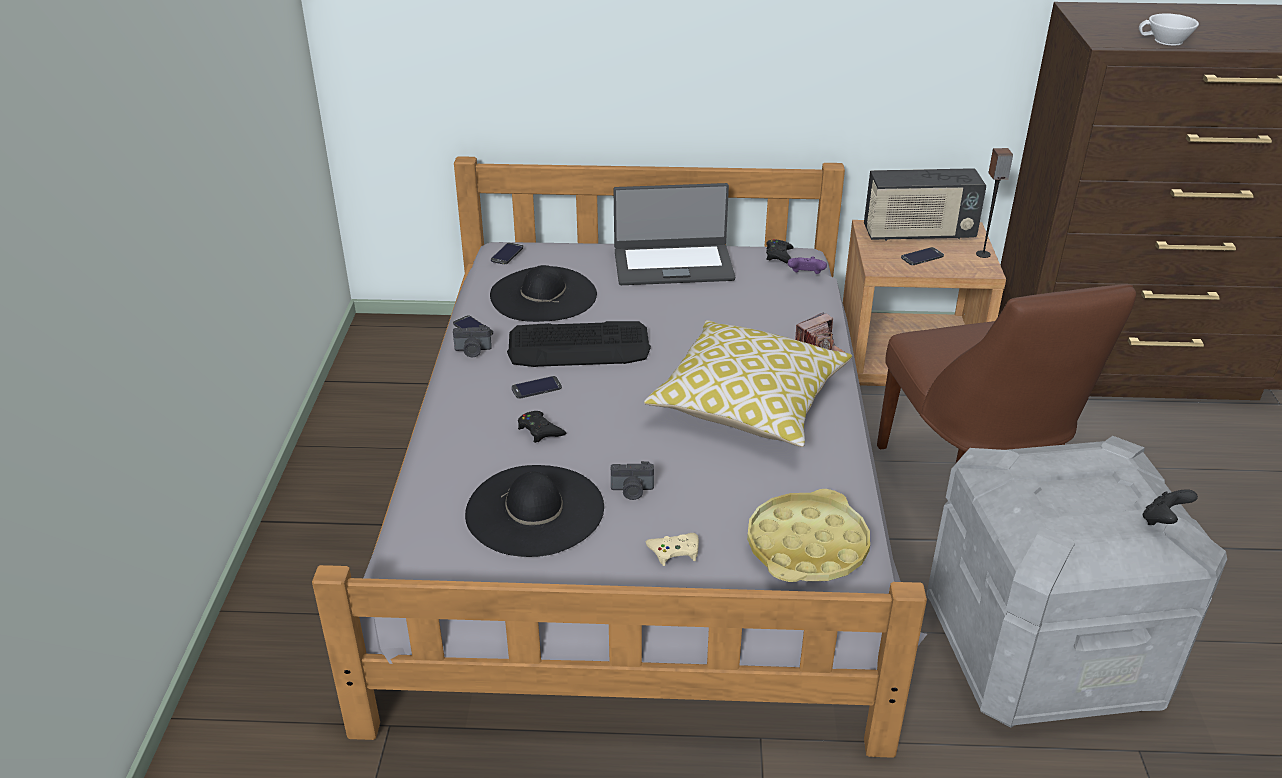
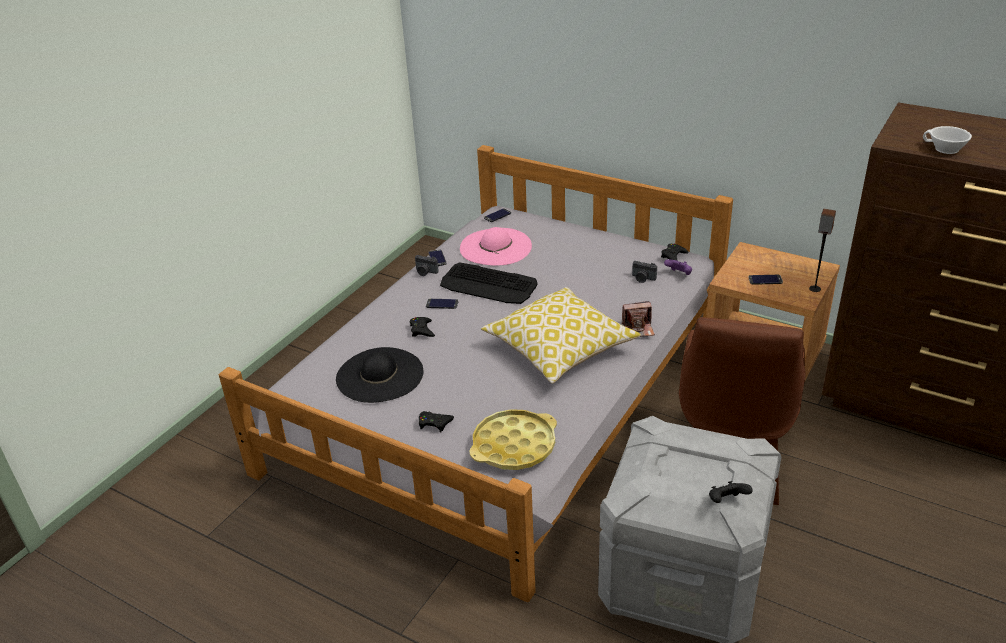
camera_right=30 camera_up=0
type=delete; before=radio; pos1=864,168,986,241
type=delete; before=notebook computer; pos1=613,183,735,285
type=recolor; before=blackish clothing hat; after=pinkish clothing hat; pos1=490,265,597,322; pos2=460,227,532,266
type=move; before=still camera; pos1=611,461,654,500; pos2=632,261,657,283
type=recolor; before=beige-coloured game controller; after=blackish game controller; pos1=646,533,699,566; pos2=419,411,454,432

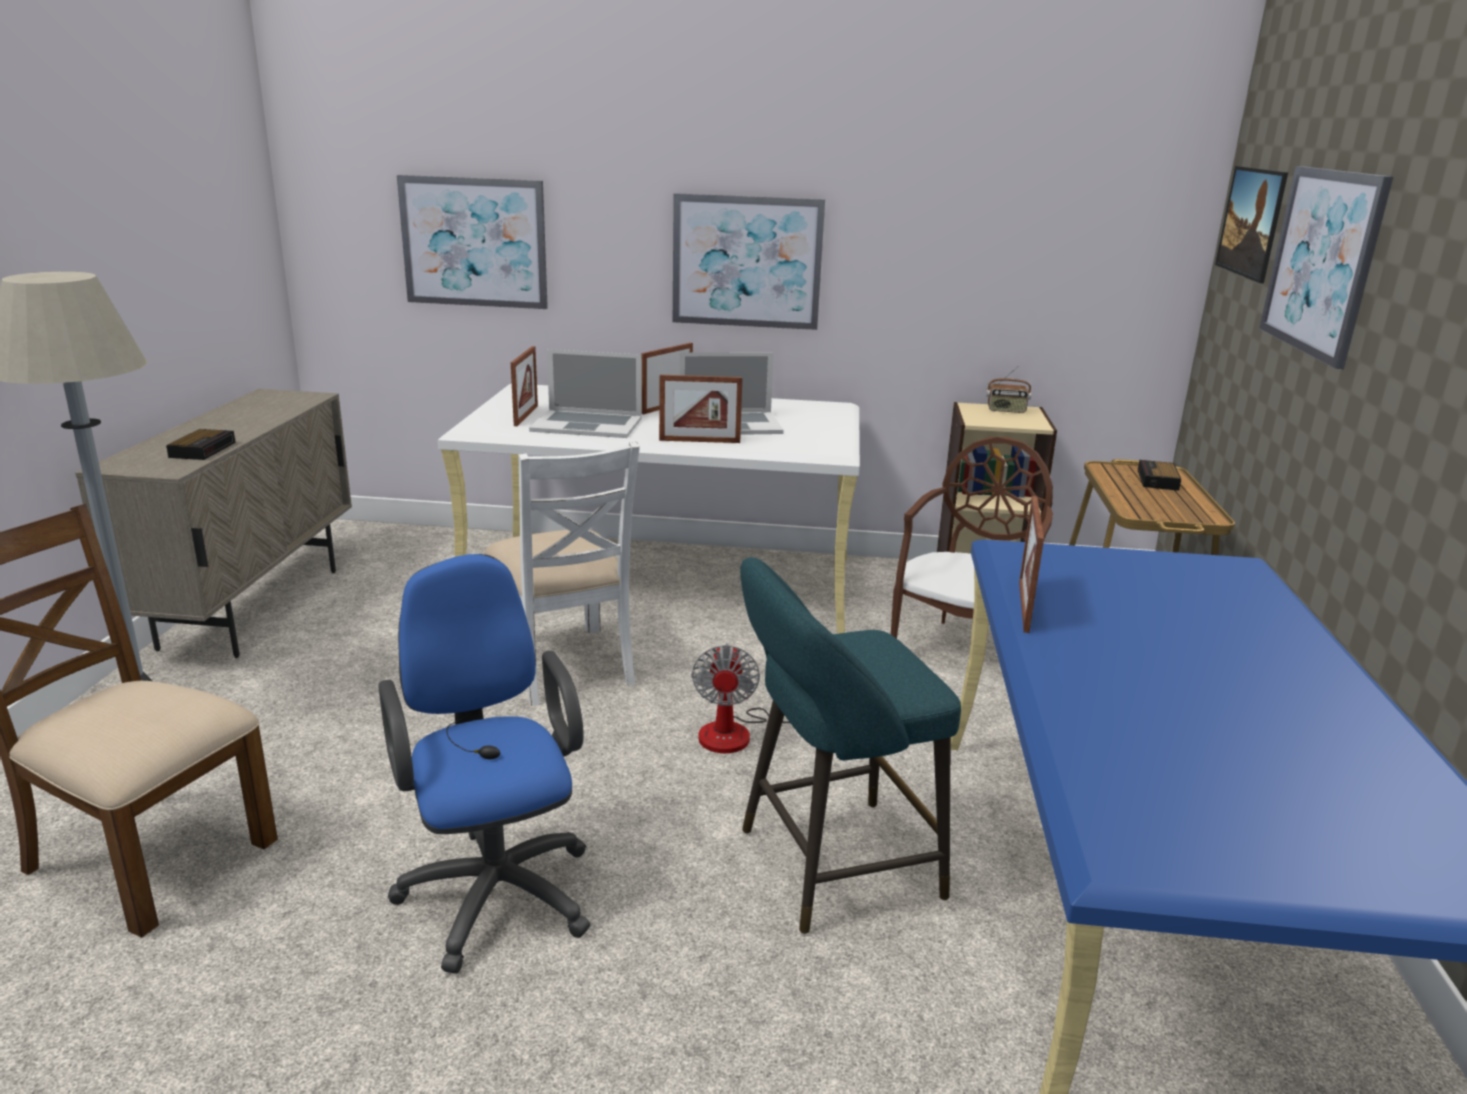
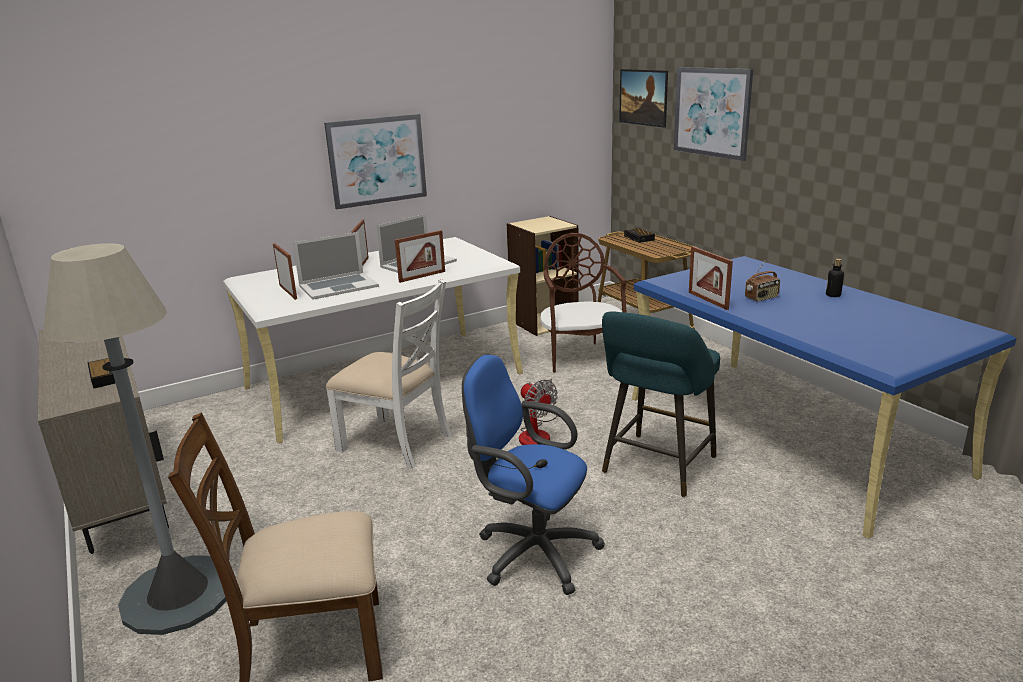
camera_right=-35 camera_up=0
type=delete; before=wall art; pos1=397,175,548,309
type=move; before=radio; pos1=986,366,1031,413; pos2=745,260,780,301
type=insert; after=beverage bottle; pos2=826,258,844,297

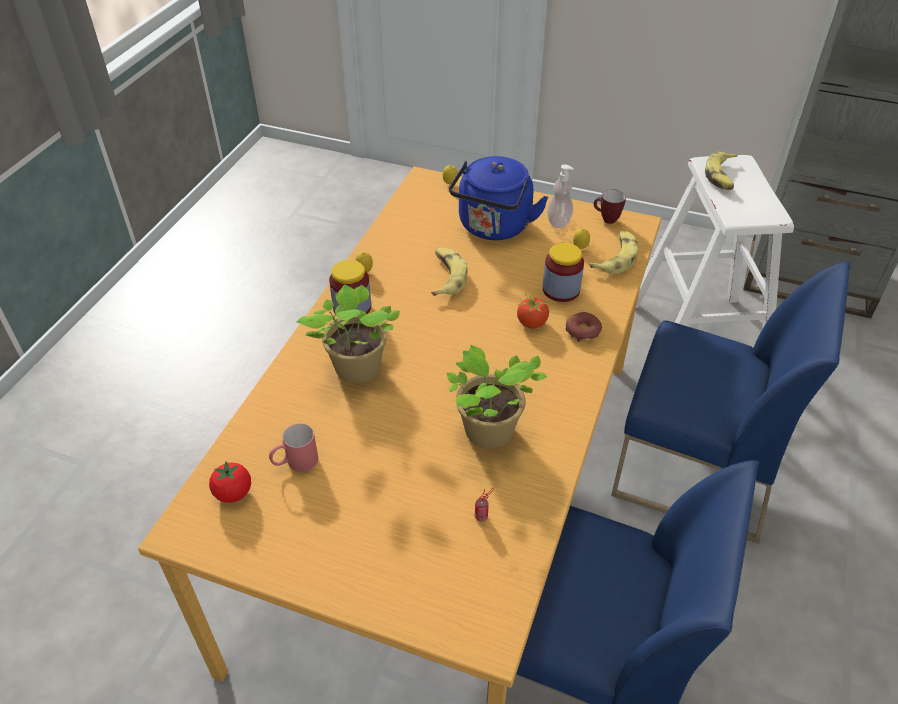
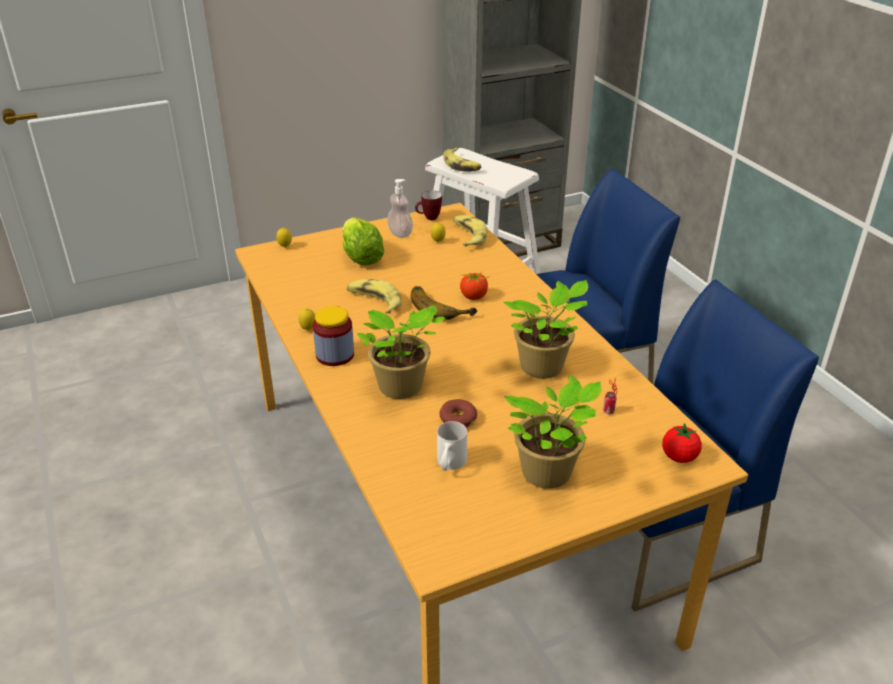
camera_right=-45 camera_up=-10
type=replace; before=blue kettle; after=lettuce head; pos1=449,156,549,240; pos2=342,218,384,266
type=delete; before=storage jar; pos1=543,243,584,302
type=move; before=donut; pos1=566,312,602,342; pos2=439,399,477,428
type=recolor; before=red tea mug; after=white tea mug; pos1=269,423,318,472; pos2=437,421,467,471
type=move; before=tomato; pos1=209,461,251,503; pos2=662,423,702,463
type=insert; after=banana fruit; pos2=411,286,477,320
type=insert; after=plant in a pot; pos2=504,375,602,489

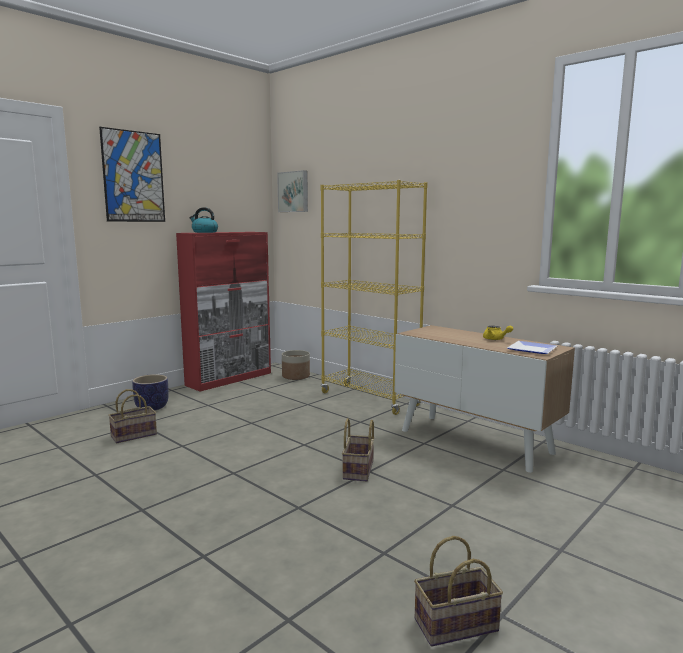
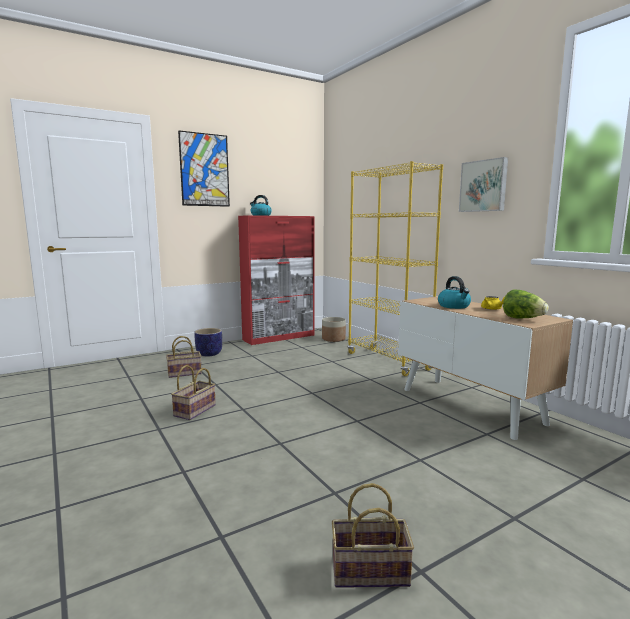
camera_right=15 camera_up=0
type=move; before=wall art; pos1=277,170,308,212; pos2=459,157,508,212
type=replace; before=plate; after=lettuce head; pos1=507,341,557,354; pos2=503,290,549,319
type=move; before=basket; pos1=342,418,374,481; pos2=171,365,216,420
type=insert; after=kettle; pos2=438,276,471,309

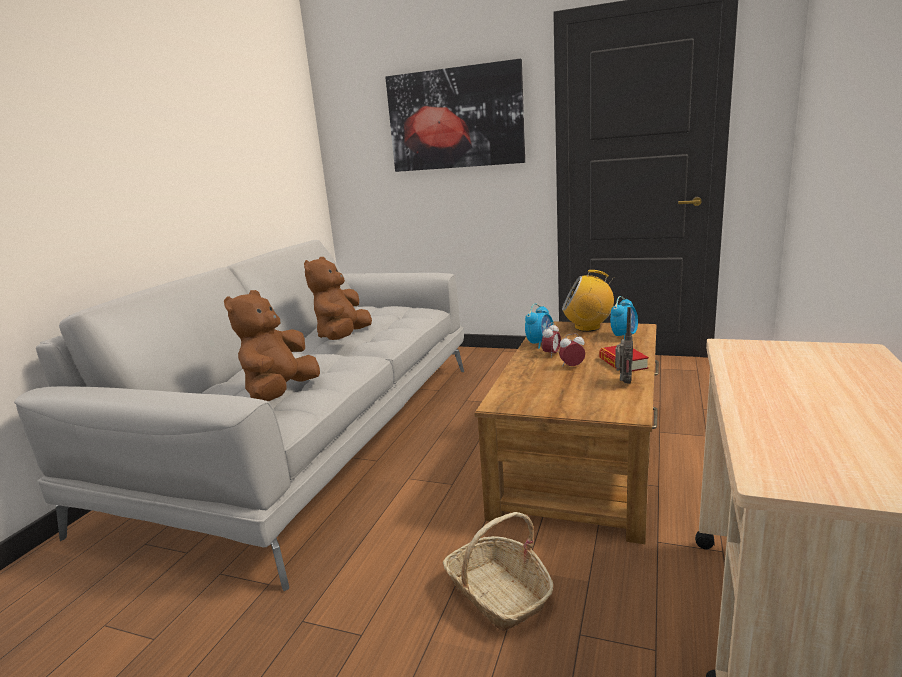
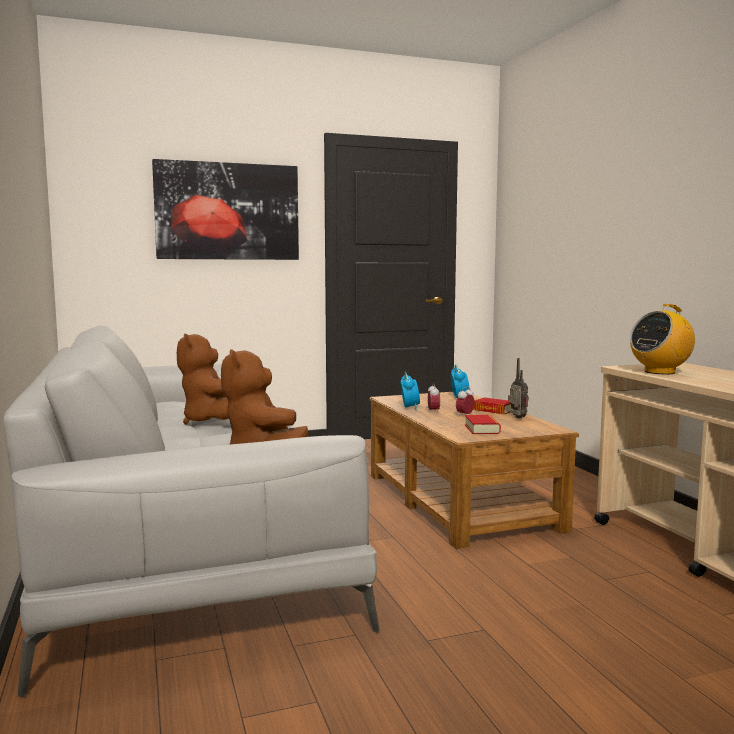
camera_right=-40 camera_up=-10
type=move; before=radio; pos1=562,270,614,332; pos2=630,304,695,375
type=delete; before=basket; pos1=443,512,553,631
type=insert; after=volume; pos2=465,415,501,434

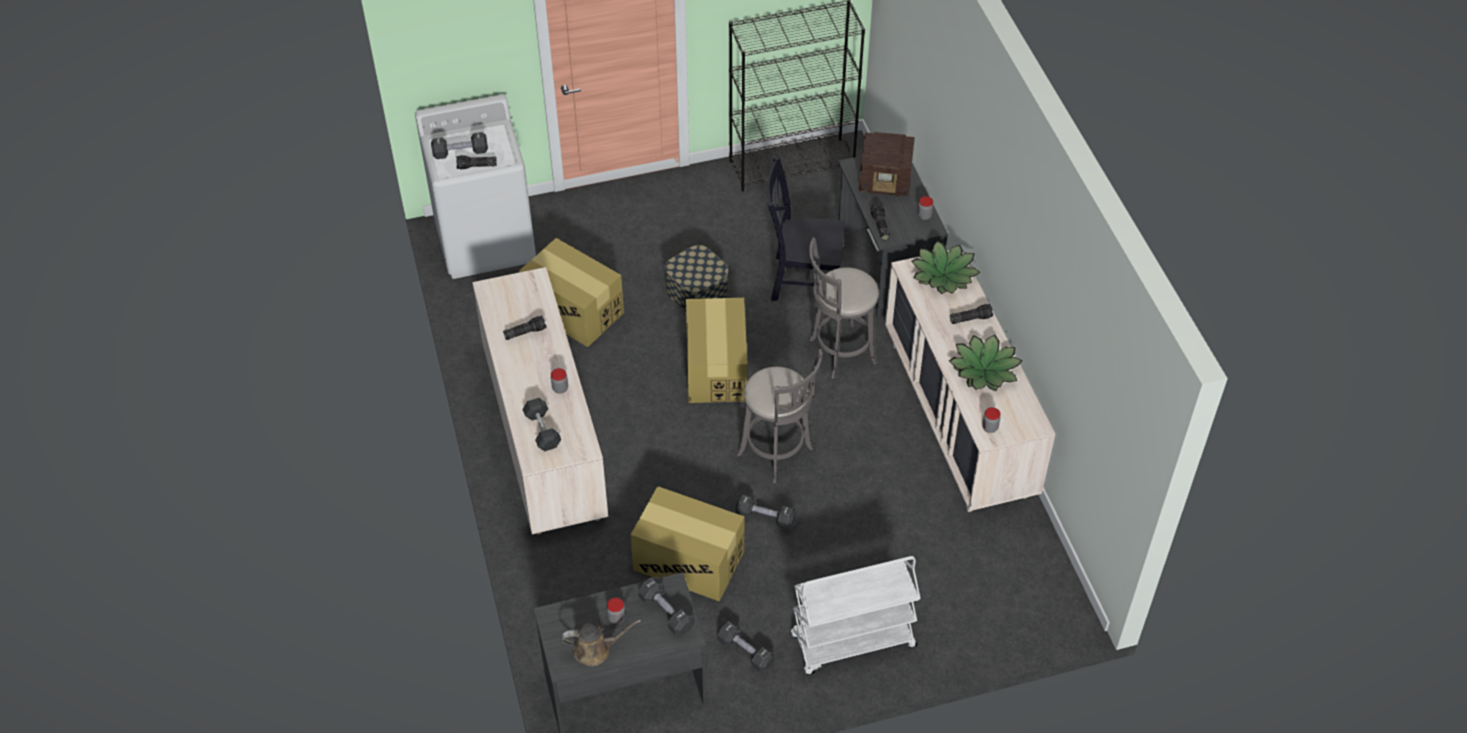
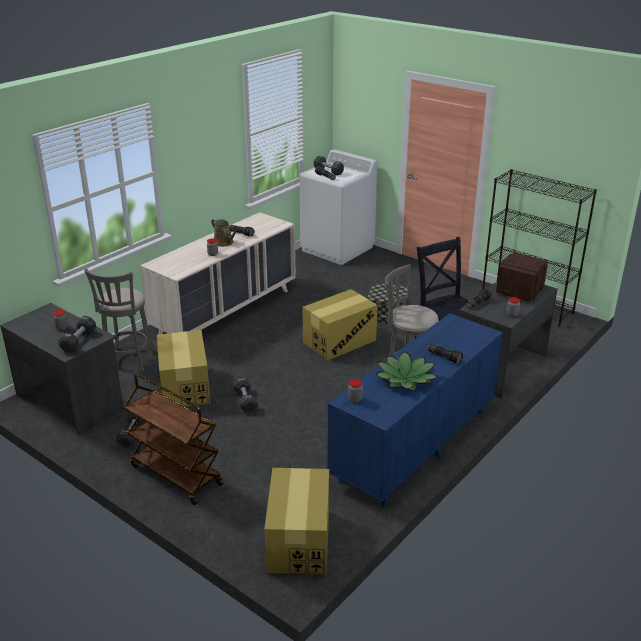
camera_right=55 camera_up=-20
type=rotate; before=radio; pos1=859,132,915,196; pos2=496,252,548,302; turn=60
type=move; before=packing box; pos1=519,238,624,347; pos2=264,468,329,575
type=delete; before=plant in a pot; pos1=911,240,981,294
type=recolor; before=beige-coloured drawer chest; after=blue drawer chest; pos1=885,250,1055,512; pos2=327,313,503,508
type=move; before=grey stool; pos1=736,349,823,483; pos2=84,269,155,371
type=delete; before=grey hand weight; pos1=522,398,561,451
type=recolor; before=white cart; after=brown-coloured cart; pos1=791,556,921,675; pos2=123,373,223,505
type=move; before=brown-coloured sprinkling can; pos1=562,619,641,666; pos2=211,218,240,247

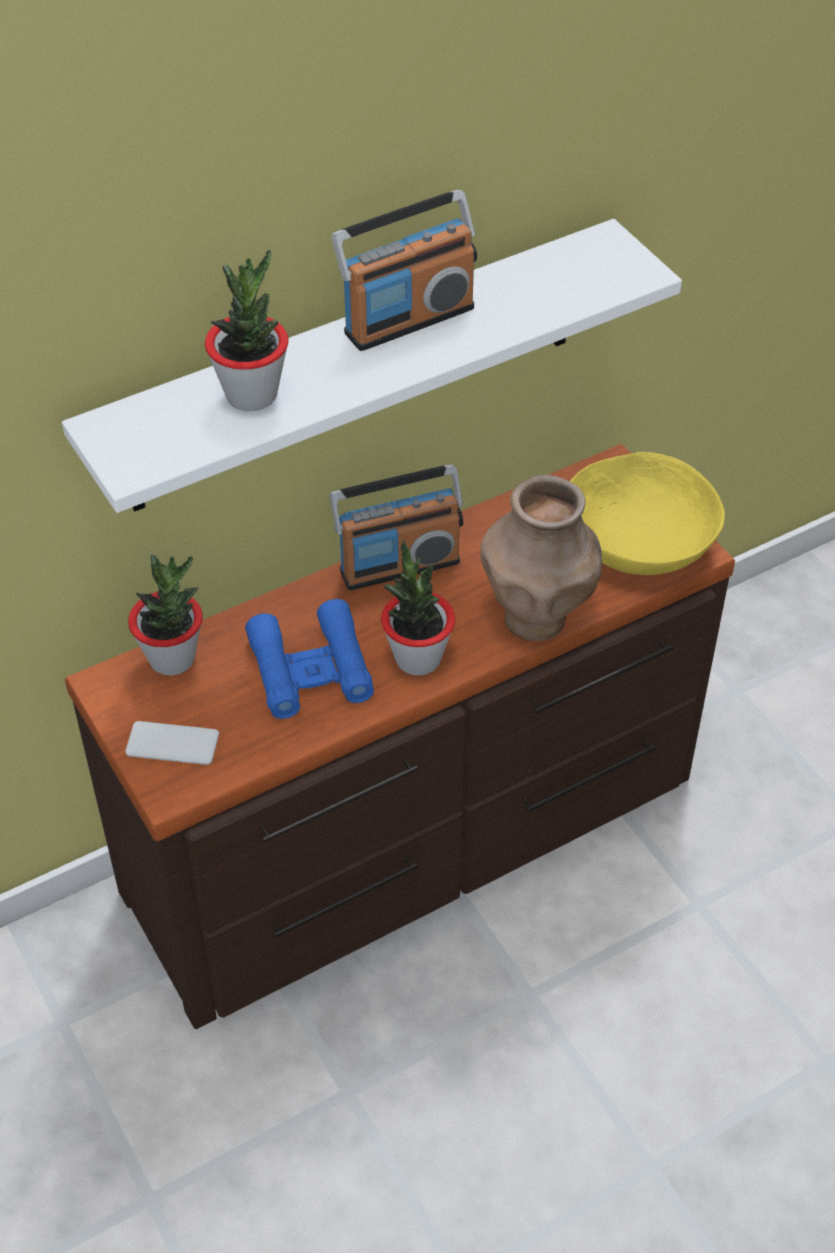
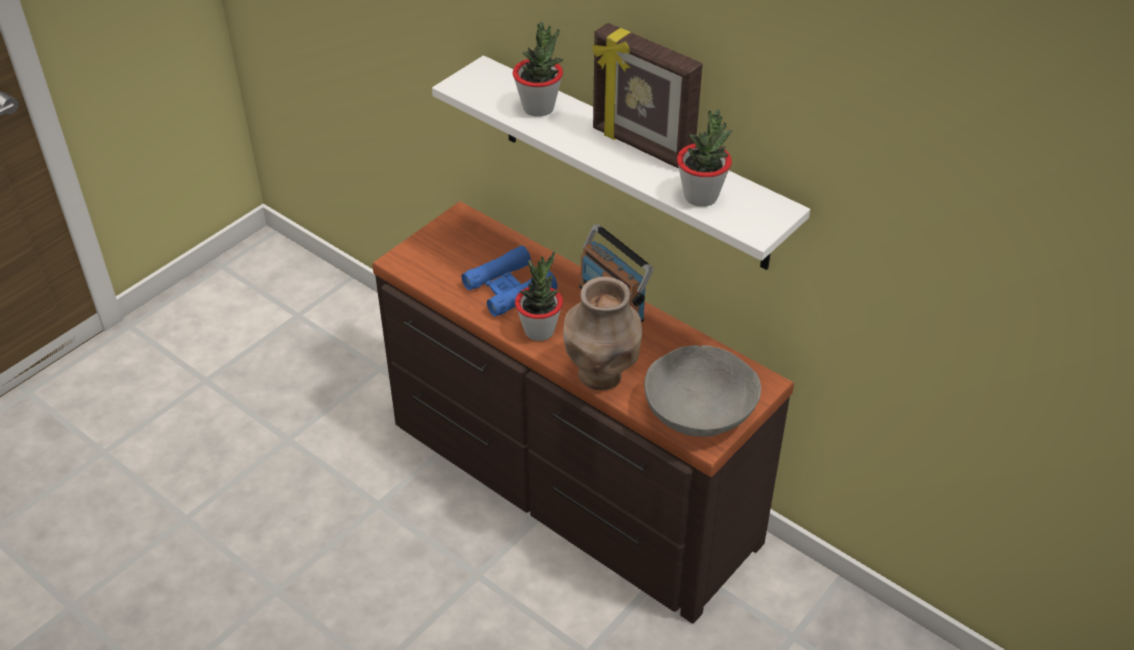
camera_right=70 camera_up=-5
type=replace; before=radio; after=picture frame; pos1=332,190,477,351; pos2=592,23,703,169
type=recolor; before=yellow-coloured serving bowl; after=grey serving bowl; pos1=570,452,725,575; pos2=644,345,761,437
type=move; before=plant in a pot; pos1=128,554,203,676; pos2=677,109,733,207
type=delete; before=telephone; pos1=125,721,219,765

